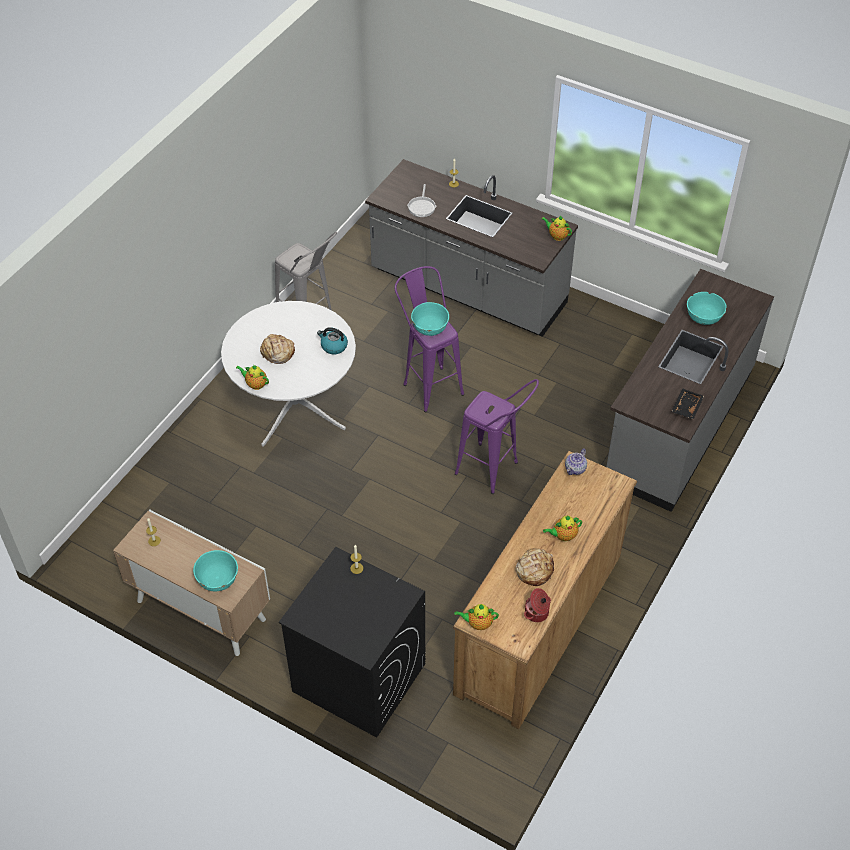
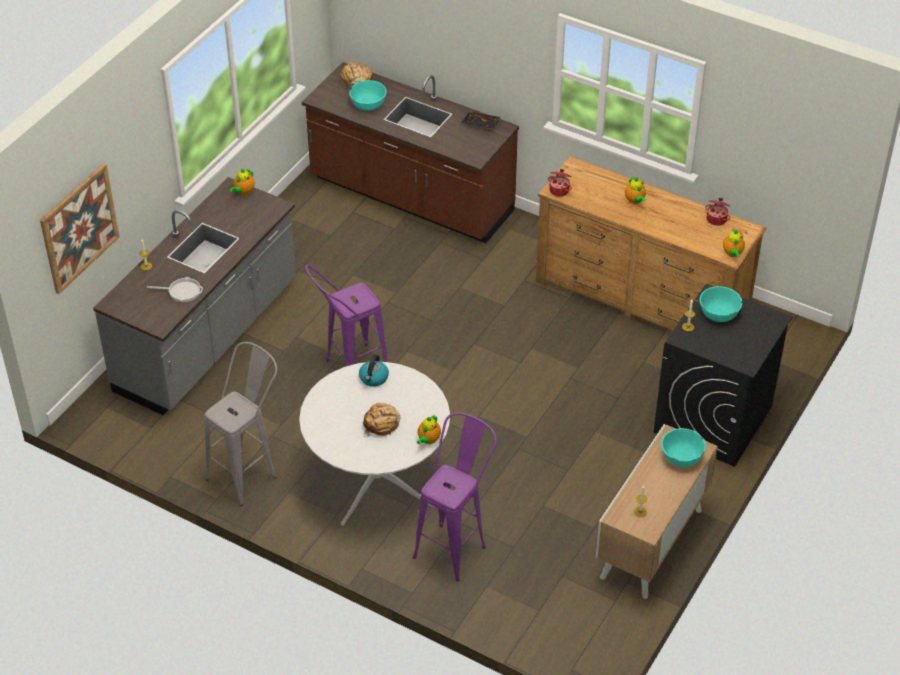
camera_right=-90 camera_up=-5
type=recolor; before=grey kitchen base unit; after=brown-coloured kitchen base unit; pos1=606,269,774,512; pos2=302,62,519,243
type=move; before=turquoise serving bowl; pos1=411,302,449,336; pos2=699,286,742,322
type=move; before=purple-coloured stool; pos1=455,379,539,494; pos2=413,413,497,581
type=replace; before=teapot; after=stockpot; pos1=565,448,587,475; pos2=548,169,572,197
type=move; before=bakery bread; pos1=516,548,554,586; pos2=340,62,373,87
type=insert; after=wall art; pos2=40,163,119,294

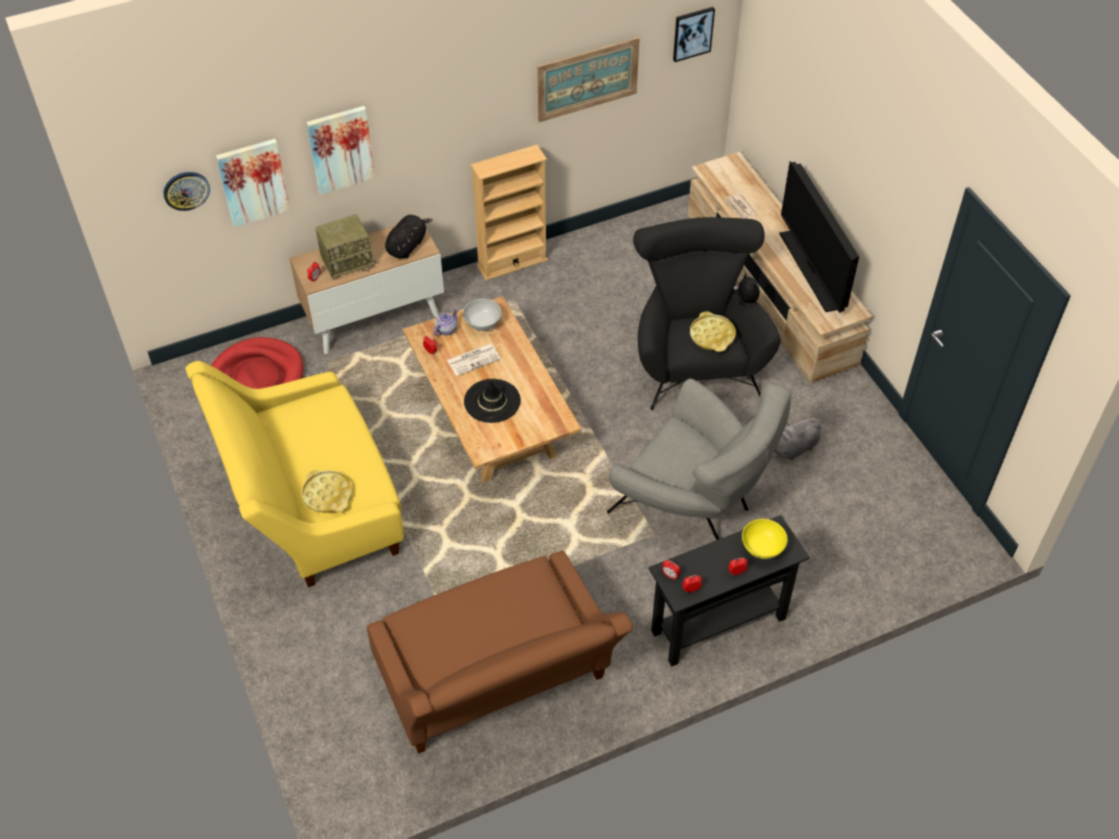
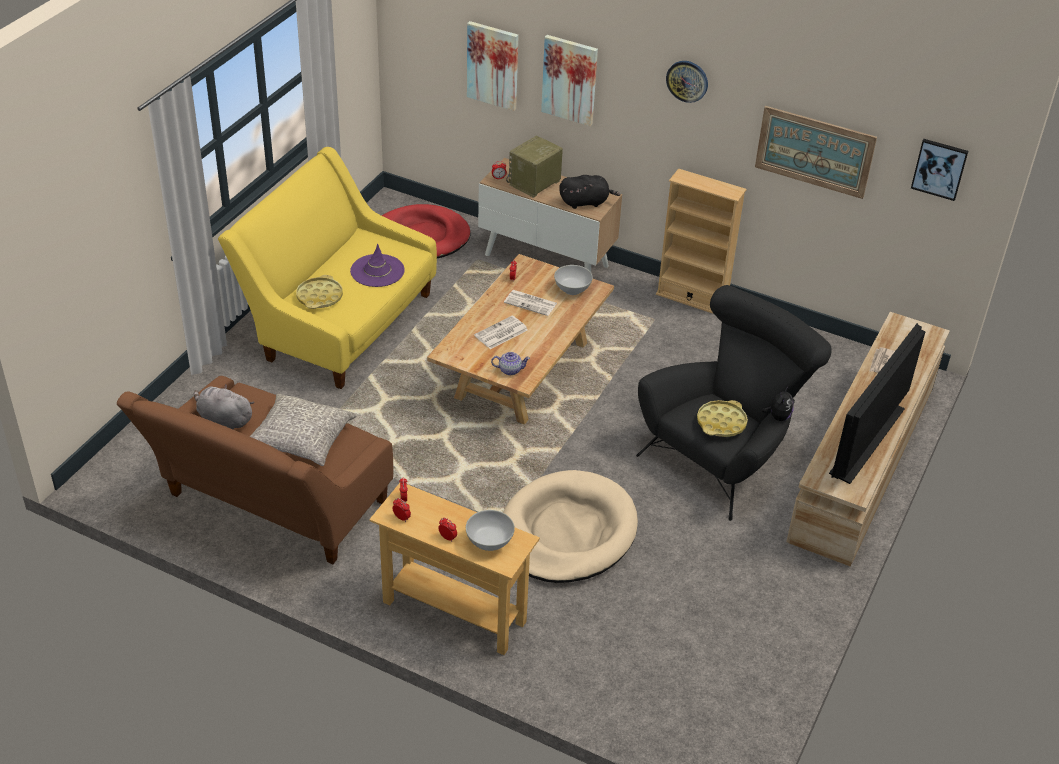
camera_right=50 camera_up=-10
type=move; before=wall clock; pos1=163,172,210,211; pos2=666,61,708,103
type=rotate; before=radio; pos1=315,214,376,280; pos2=506,135,563,198; turn=105
type=move; before=teapot; pos1=433,309,458,336; pos2=491,352,530,375
type=replace; before=blackish clothing hat; after=newspaper; pos1=464,379,521,423; pos2=474,316,528,349
type=replace; before=grey armchair; after=beige-coloured dog cushion; pos1=607,379,791,540; pos2=503,470,638,583
type=move; before=grey plush toy; pos1=774,417,821,460; pos2=194,384,255,430
type=recolor; before=blackish console table; after=beige-coloured console table; pos1=649,515,810,666; pos2=369,483,540,655
type=recolor; before=yellow-coloured serving bowl; after=white serving bowl; pos1=742,519,788,559; pos2=466,510,515,551
type=insert; after=purple-coloured clothing hat; pos2=350,244,405,287
type=insert; after=grey pillow; pos2=250,394,357,466

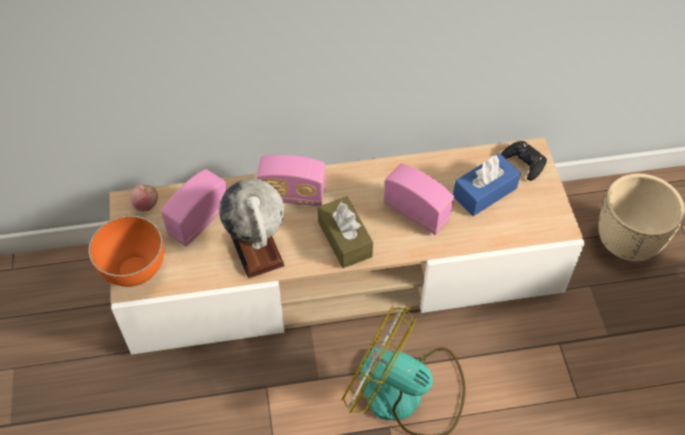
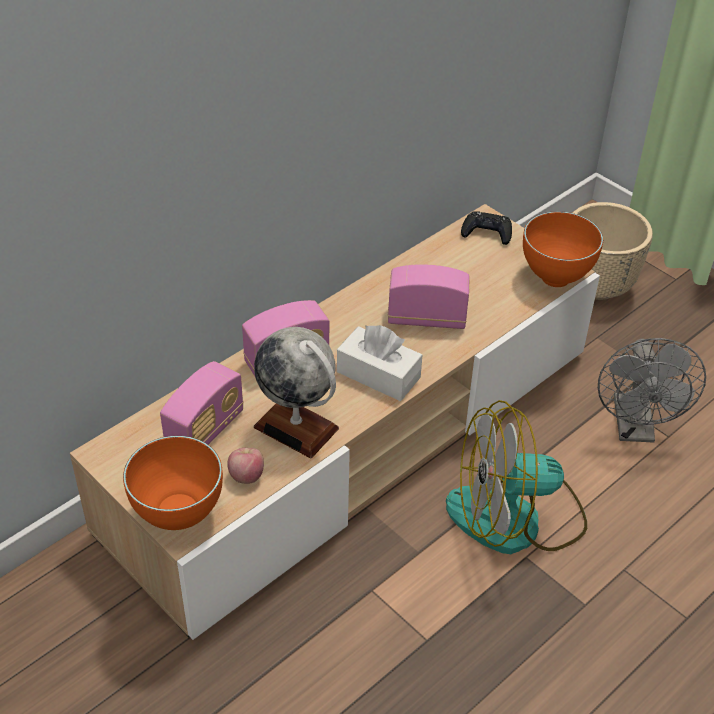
camera_right=-35 camera_up=-10
type=delete; before=blue tissue holder; pos1=453,153,521,216
type=rotate; before=radio; pos1=161,169,227,247; pos2=160,361,244,445; turn=-150
type=move; before=apple; pos1=130,185,158,212; pos2=227,448,264,484
type=recolor; before=brown-coloured tissue holder; after=white tissue holder; pos1=318,196,373,268; pos2=337,325,422,401
type=insert; after=orange serving bowl; pos2=523,211,603,287
type=insert; after=grey cooling fan; pos2=598,338,706,442

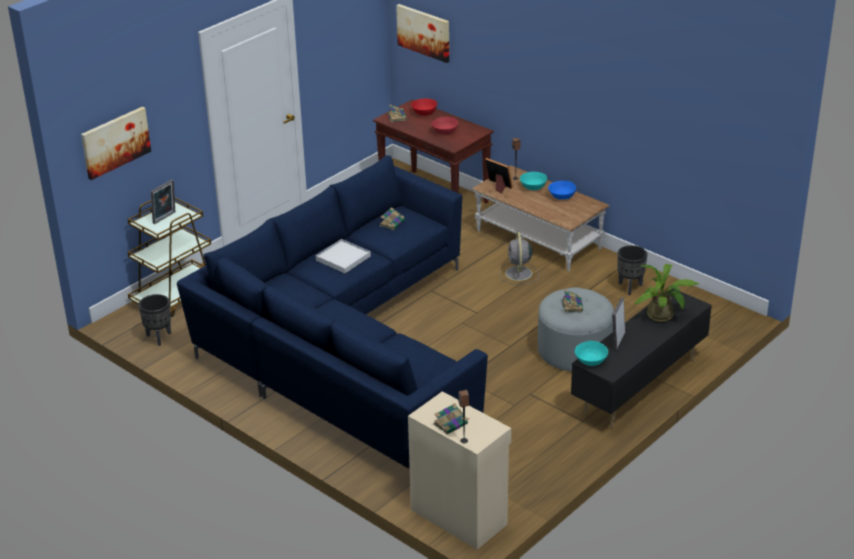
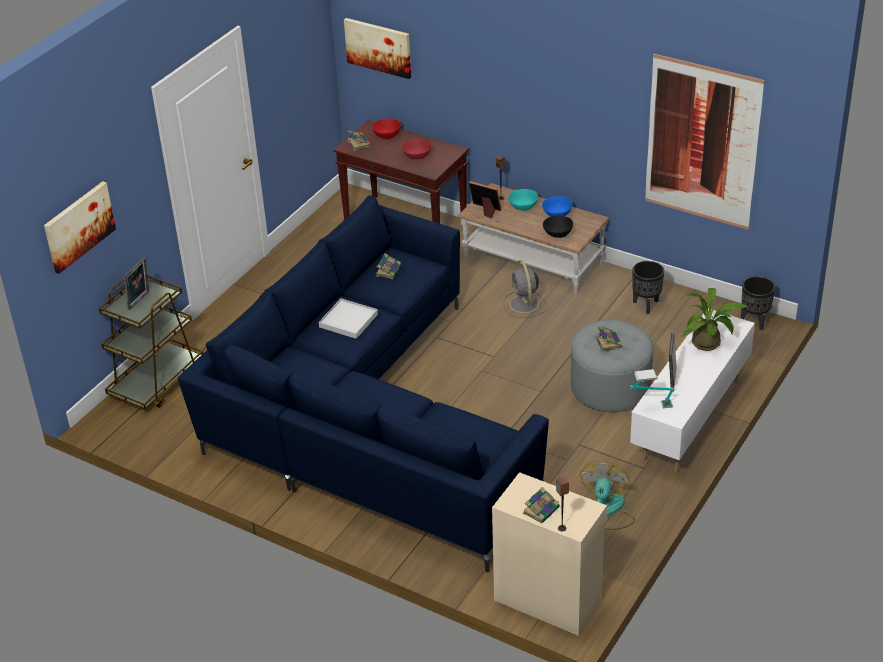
camera_right=-10 camera_up=5
type=recolor; before=blackish tv stand; after=white tv stand; pos1=571,289,712,428; pos2=630,309,755,473
type=move; before=blackish flower pot; pos1=138,294,171,346; pos2=741,276,775,330
type=replace; before=turquoise serving bowl; after=lamp for a table; pos1=575,341,608,366; pos2=629,369,674,408
type=insert; after=wall art; pos2=645,54,765,230
type=insert; after=blackish serving bowl; pos2=543,216,573,238
type=insert; after=cooling fan; pos2=580,461,635,530

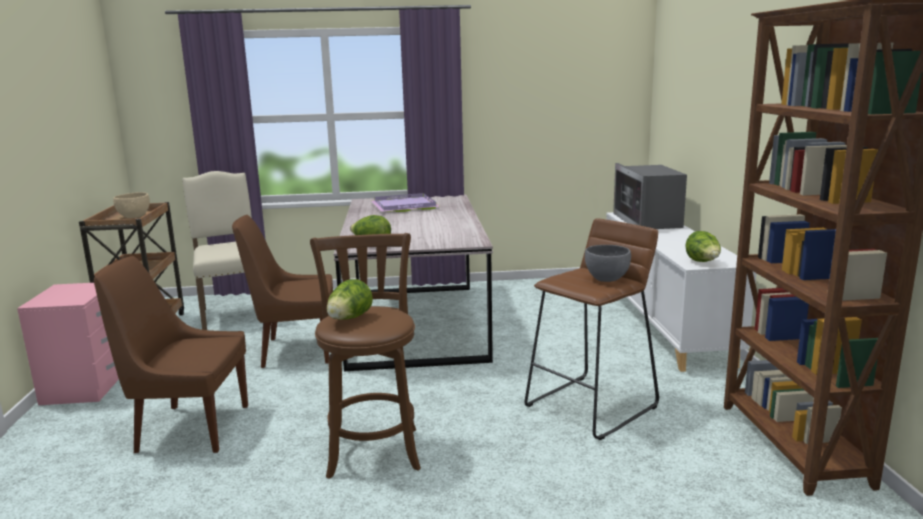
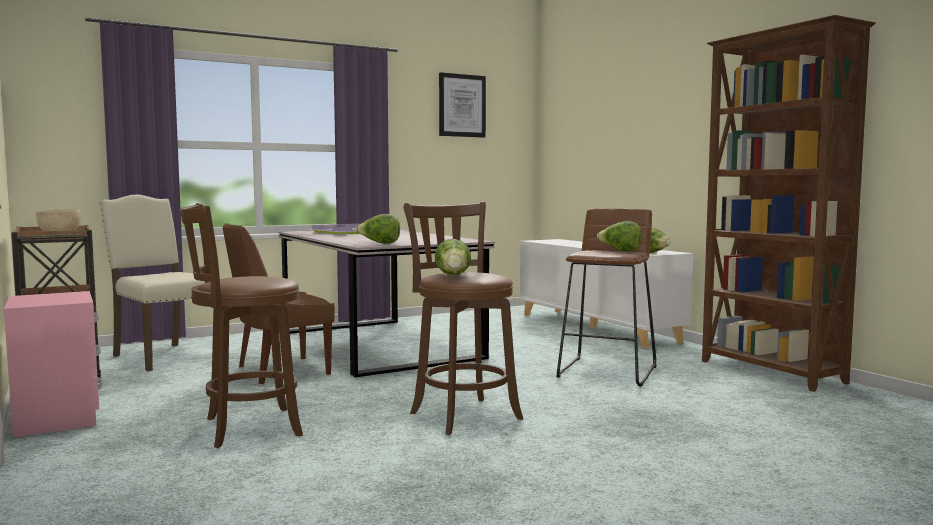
camera_right=-25 camera_up=-10
type=delete; before=microwave oven; pos1=613,163,687,229
type=replace; before=grey serving bowl; after=lettuce head; pos1=585,245,631,282; pos2=597,221,642,252
type=replace; before=brown-coloured chair; after=brown-coloured stool; pos1=94,256,248,453; pos2=179,203,303,448
type=insert; after=wall art; pos2=439,72,486,138

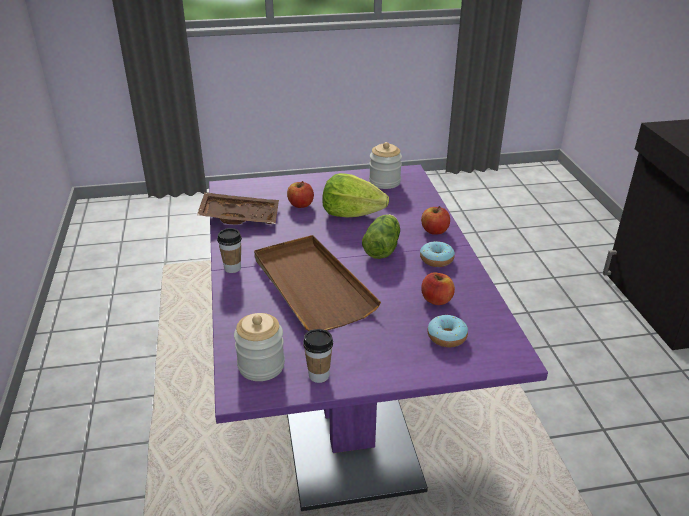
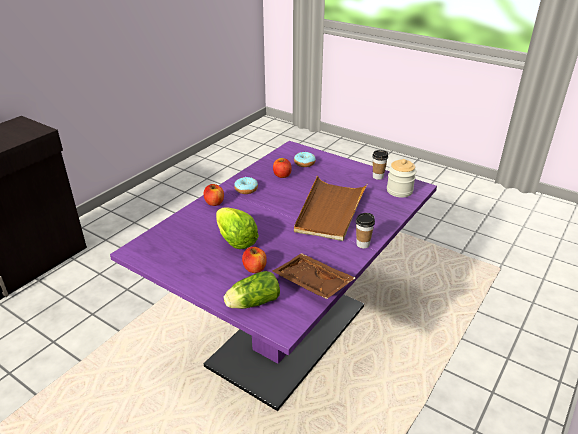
camera_right=-135 camera_up=0
type=delete; before=storage jar; pos1=369,142,402,189
type=move; before=lettuce head; pos1=362,214,400,259; pos2=224,271,280,309

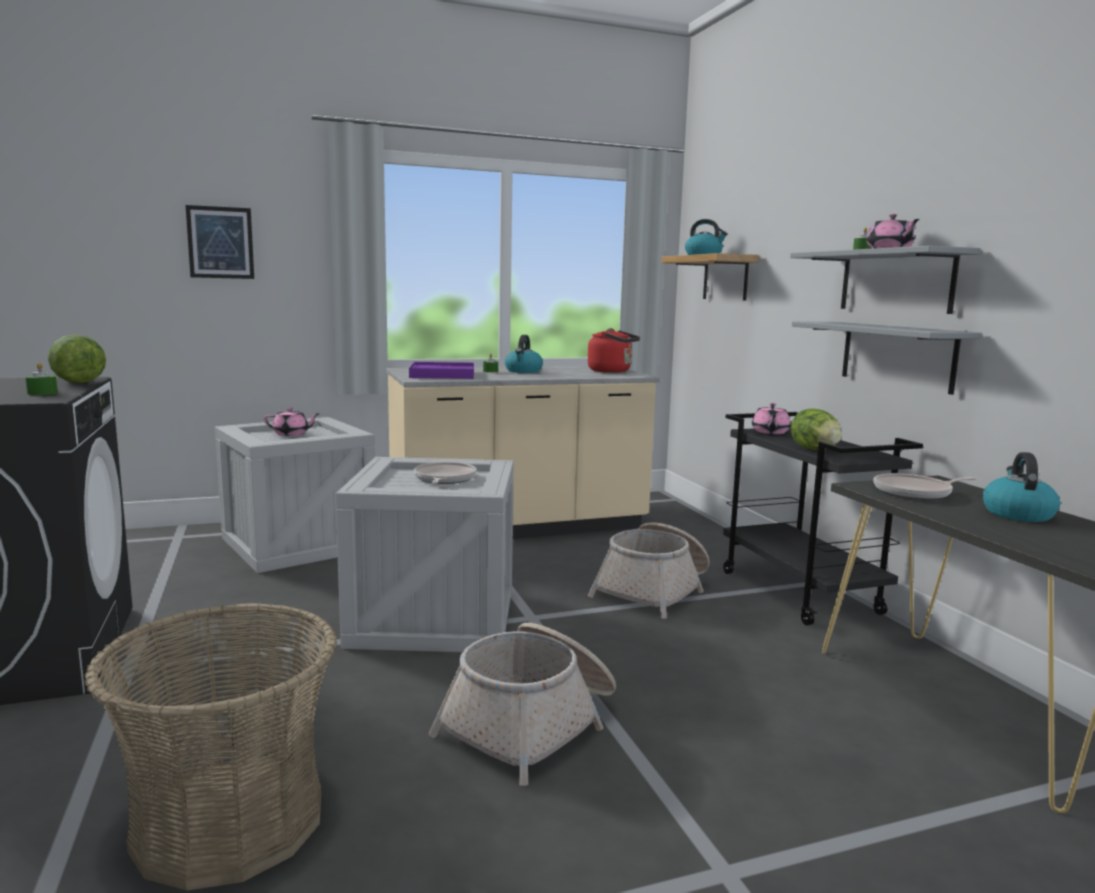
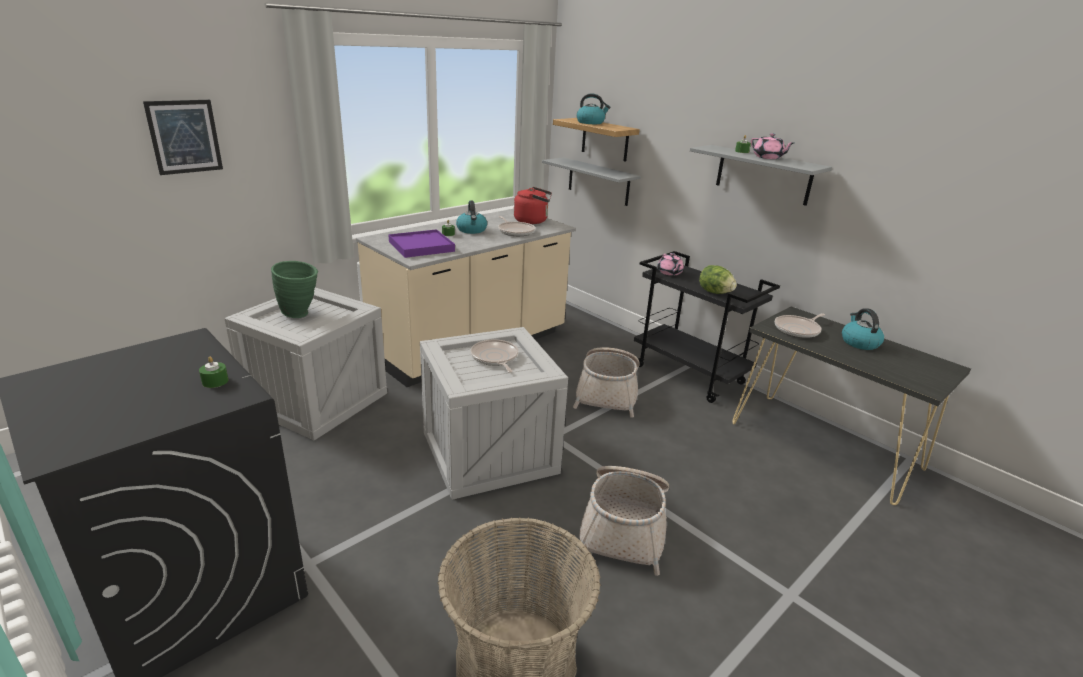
camera_right=-25 camera_up=15
type=move; before=grey wall shelf; pos1=792,321,982,395; pos2=542,157,641,206
type=delete; before=lettuce head; pos1=48,334,106,383
type=replace; before=pinkish teapot; after=green vase; pos1=264,407,319,436; pos2=271,261,318,318
type=insert; after=pan; pos2=498,216,535,236

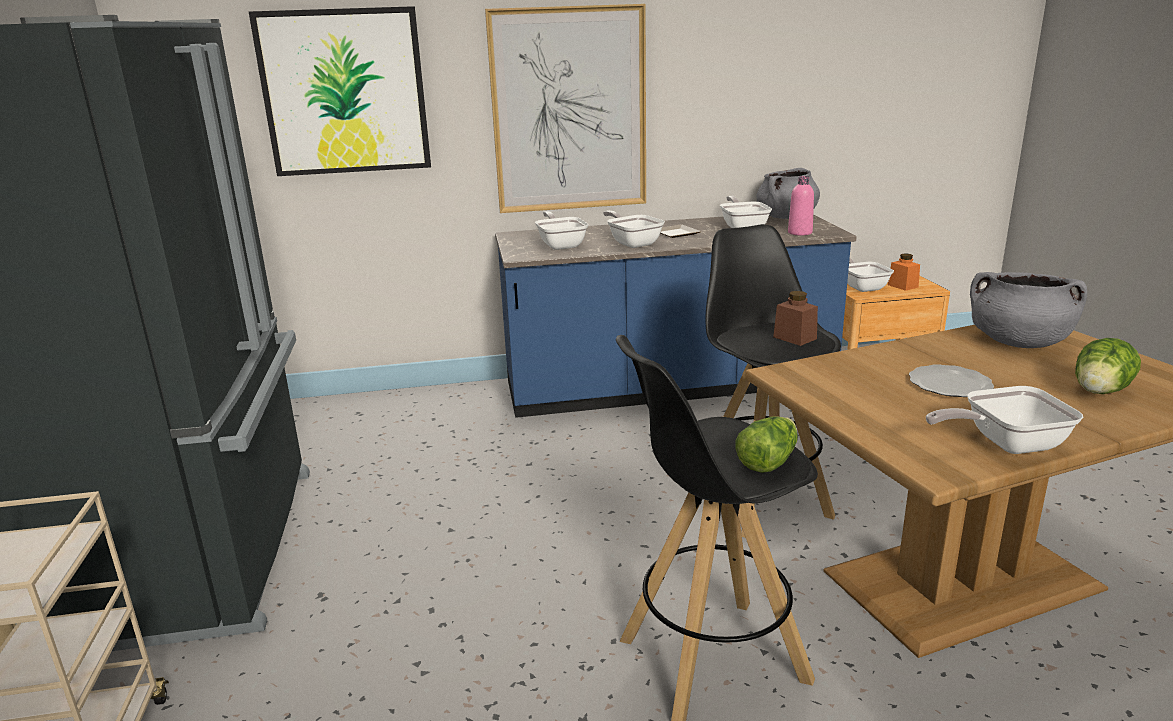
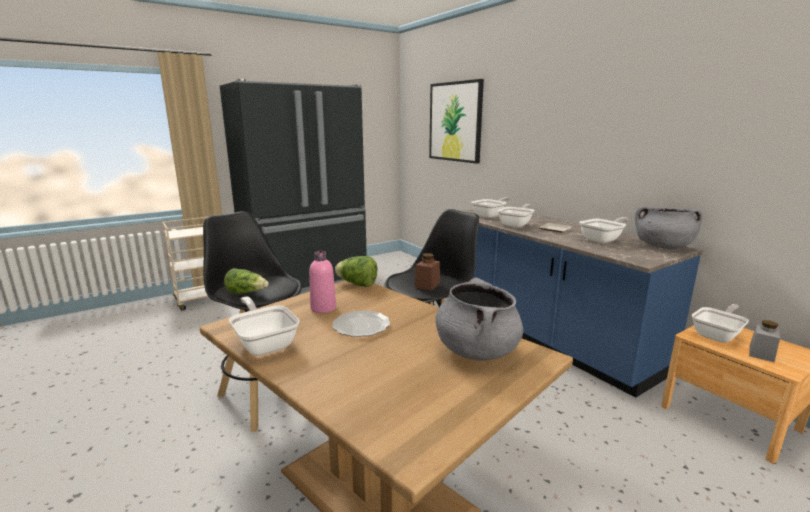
camera_right=65 camera_up=-5
type=delete; before=wall art; pos1=485,4,646,213
type=move; before=pinkish beverage bottle; pos1=788,176,814,236; pos2=309,251,336,313
type=recolor; before=orange storage jar; after=grey storage jar; pos1=888,254,920,291; pos2=749,320,780,363
type=move; before=lettuce head; pos1=1075,338,1141,394; pos2=335,256,377,287

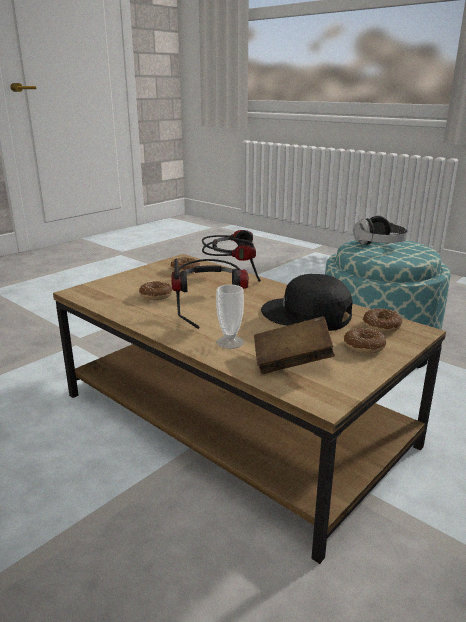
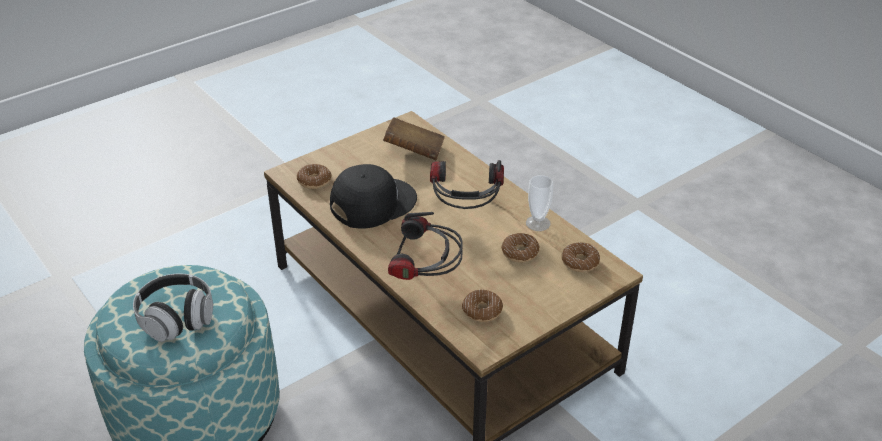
camera_right=-170 camera_up=15
type=rotate; before=blackish baseball cap; pos1=261,274,353,331; pos2=330,164,417,228; turn=-75
type=move; before=small cup; pos1=216,284,244,349; pos2=526,175,553,231
type=move; before=donut; pos1=344,328,386,354; pos2=562,242,600,272

